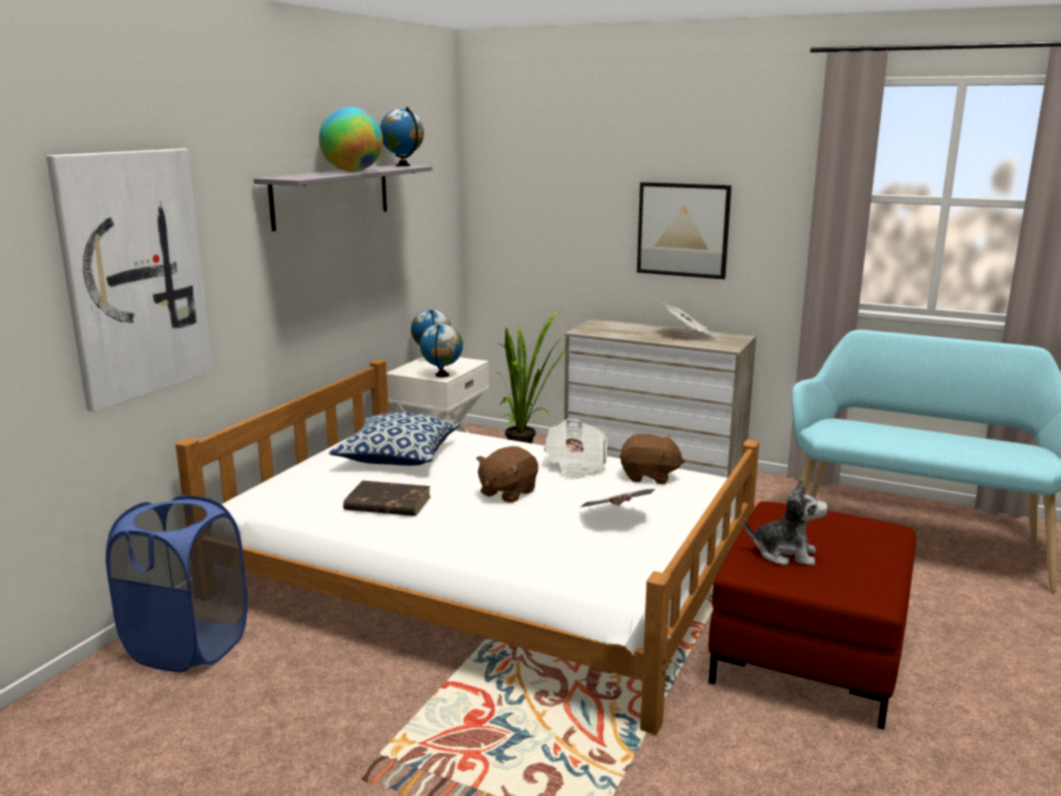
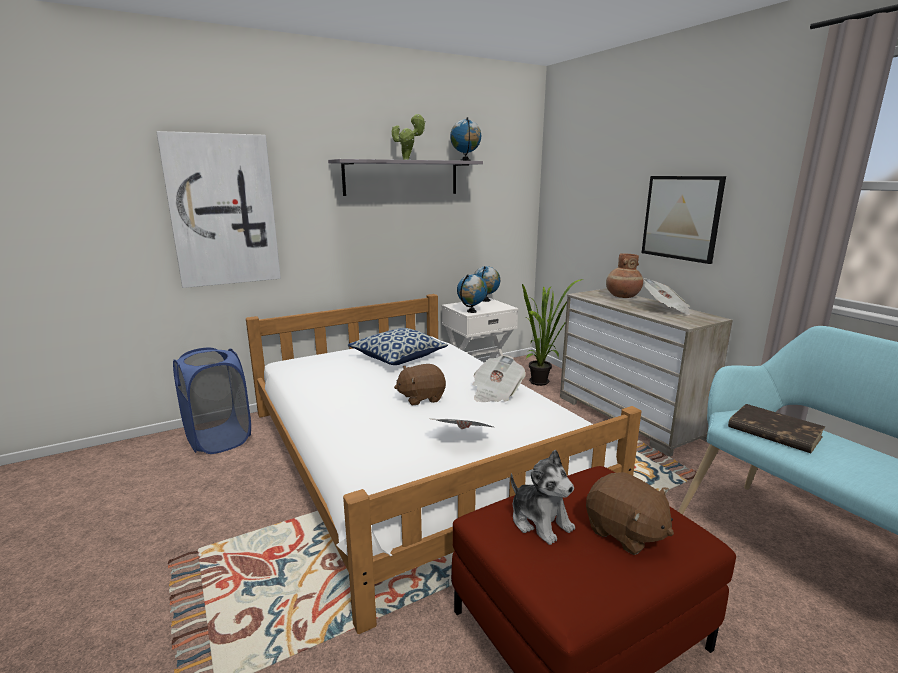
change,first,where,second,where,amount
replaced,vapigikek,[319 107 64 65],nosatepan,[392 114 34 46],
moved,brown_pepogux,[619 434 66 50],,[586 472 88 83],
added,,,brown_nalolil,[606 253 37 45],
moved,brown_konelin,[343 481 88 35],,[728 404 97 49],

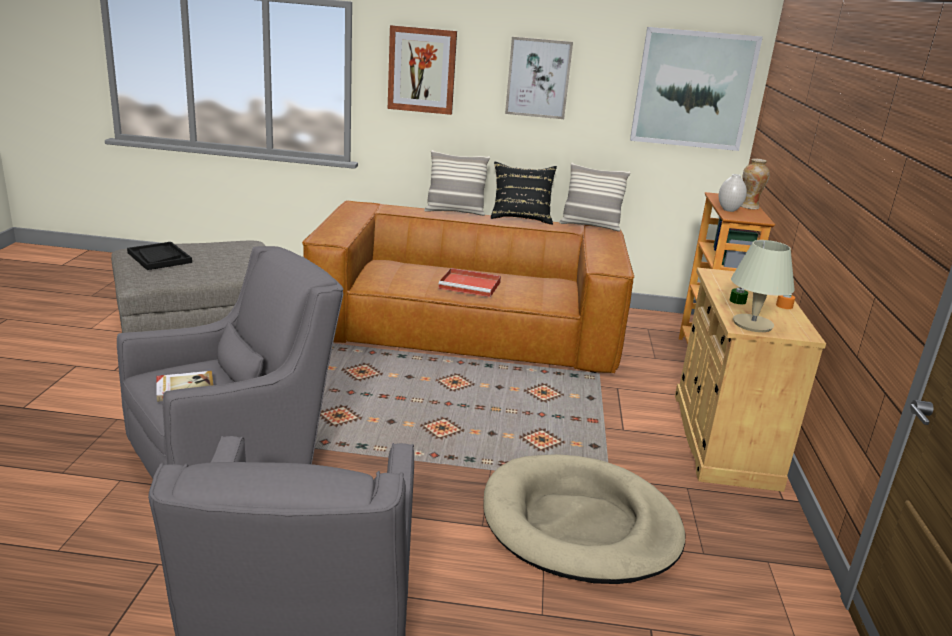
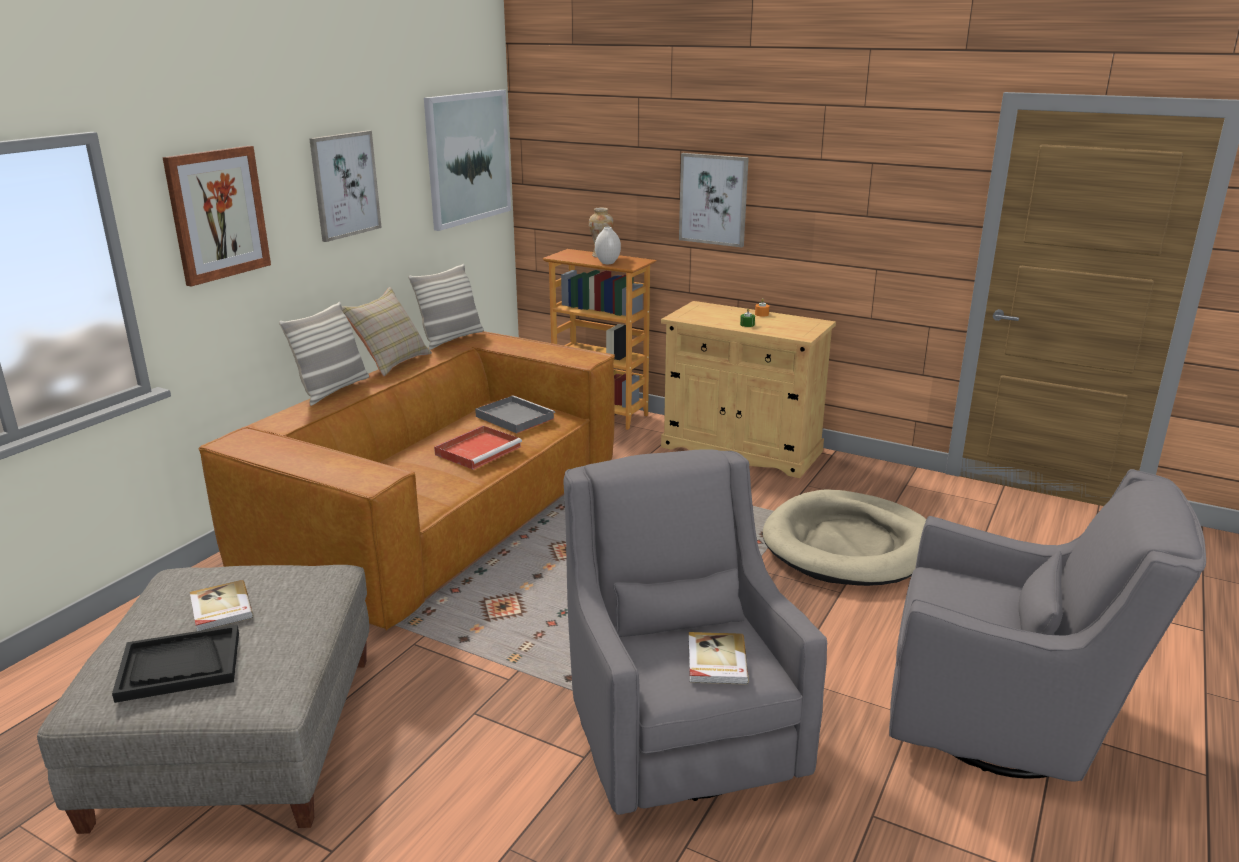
change,first,where,second,where,amount
added,,,konelin,[190 580 64 51],
recoloured,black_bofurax,[491 162 66 63],beige_bofurax,[342 287 90 89],
added,,,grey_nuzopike,[475 395 80 38],
added,,,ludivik,[679 153 70 94],
removed,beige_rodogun,[731 240 64 92],,,

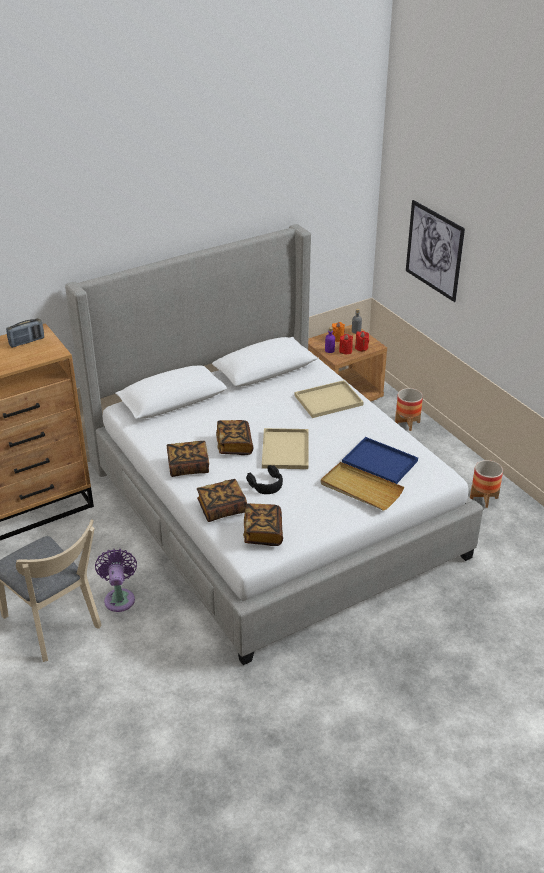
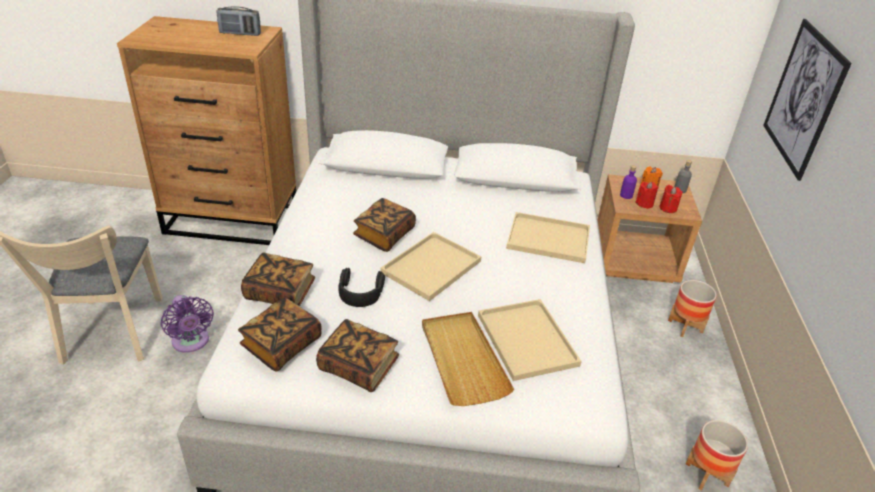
change,first,where,second,where,amount
turned,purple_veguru,[95 549 42 63],,[160 295 54 58],120 degrees clockwise
moved,konelin,[167 441 42 36],,[316 319 83 73],
recoloured,blue_nuzopike,[342 437 76 47],beige_nuzopike,[478 299 104 82],

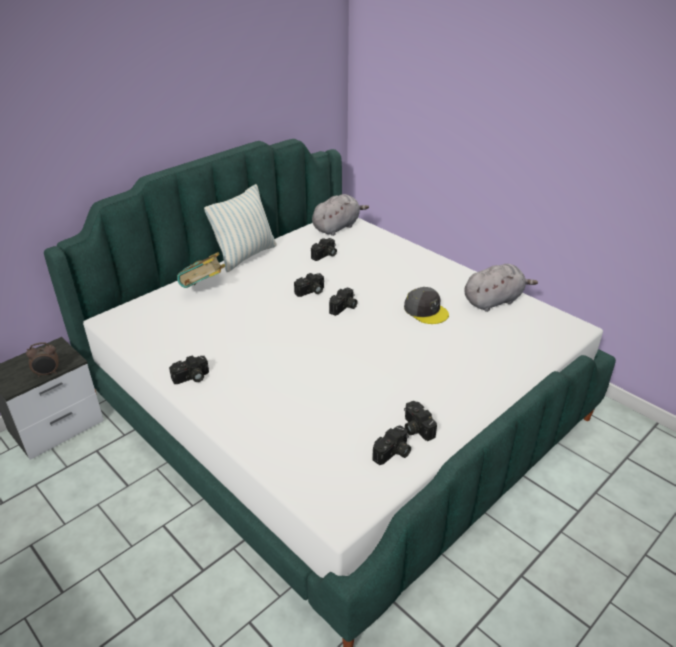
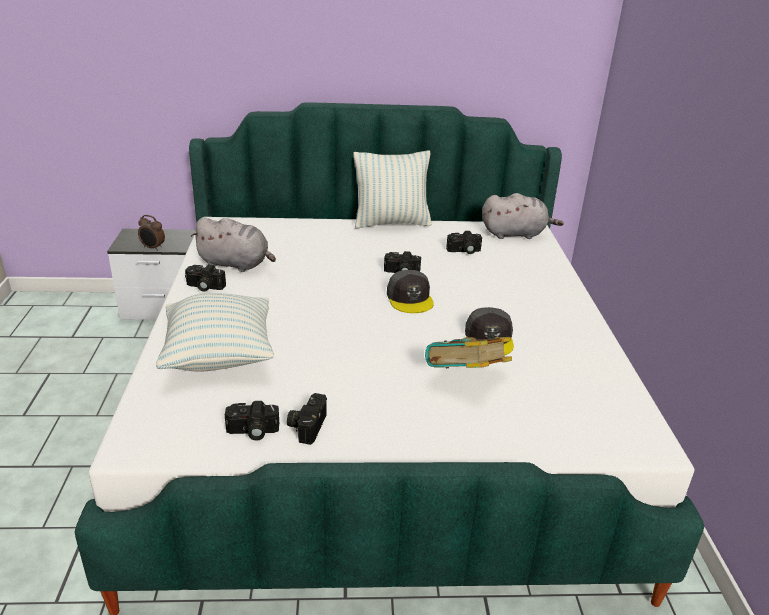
change,first,where,second,where,amount
added,,,bofurax,[156 293 118 79],
moved,grey_pepogux,[464 264 74 48],,[191 217 85 55],
replaced,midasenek,[329 287 29 29],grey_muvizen,[387 270 47 43],
moved,konelin,[177 252 48 36],,[425 337 87 31],

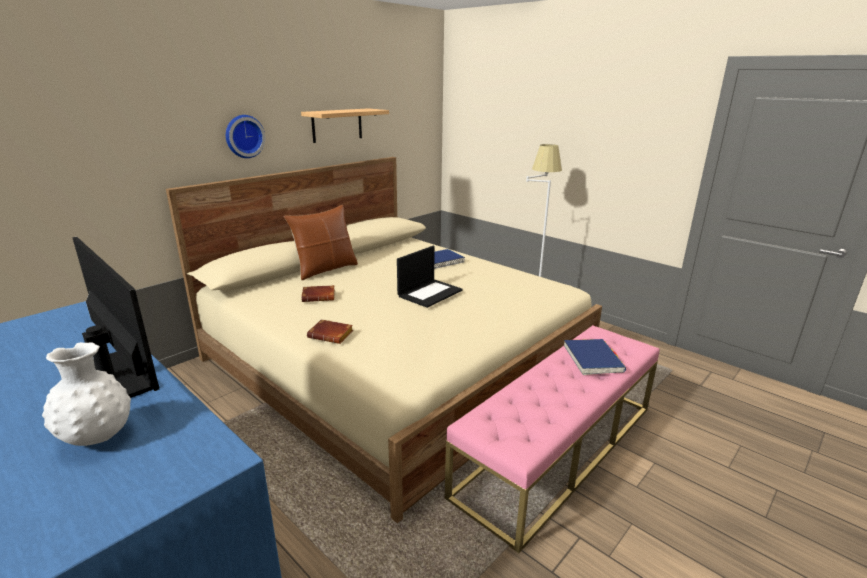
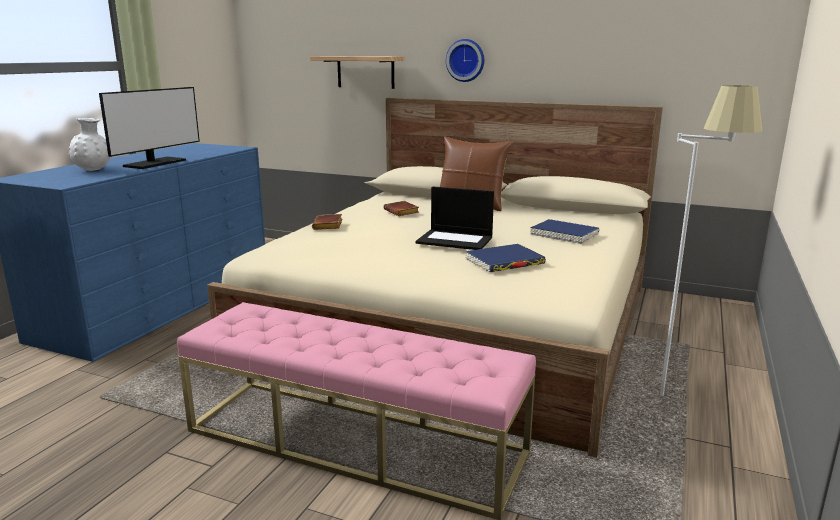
change,first,where,second,where,amount
moved,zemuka,[301 108 88 35],,[310 56 95 33],
moved,blue_konelin,[564 339 62 36],,[465 244 81 28],

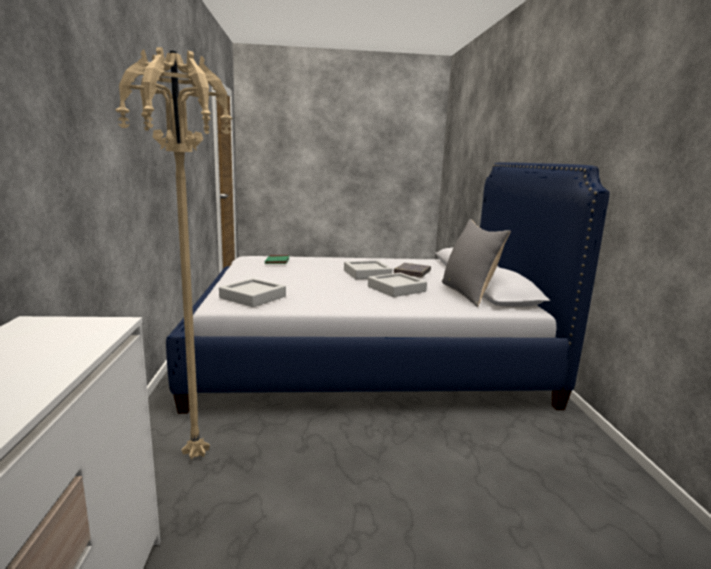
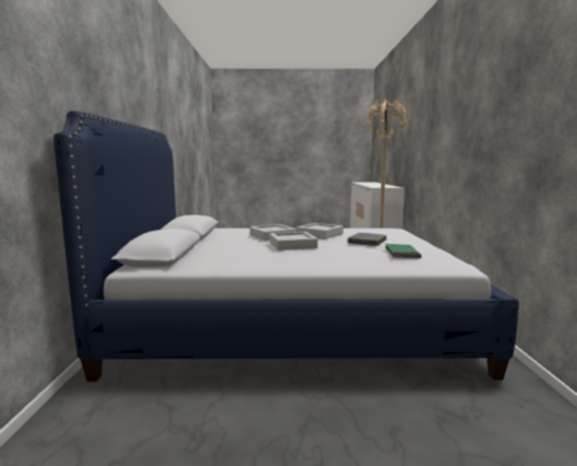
change,first,where,second,where,amount
moved,grey_nuzopike,[219 278 67 29],,[296 223 47 16],
moved,grey_konelin,[394 263 37 14],,[348 233 39 13],
removed,grey_bofurax,[442 219 69 88],,,

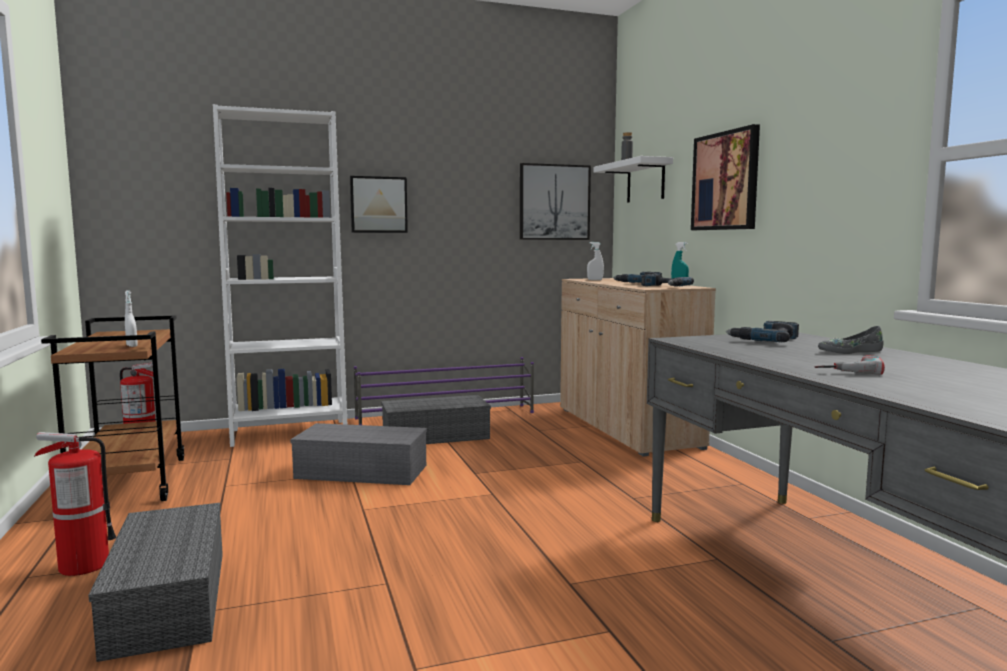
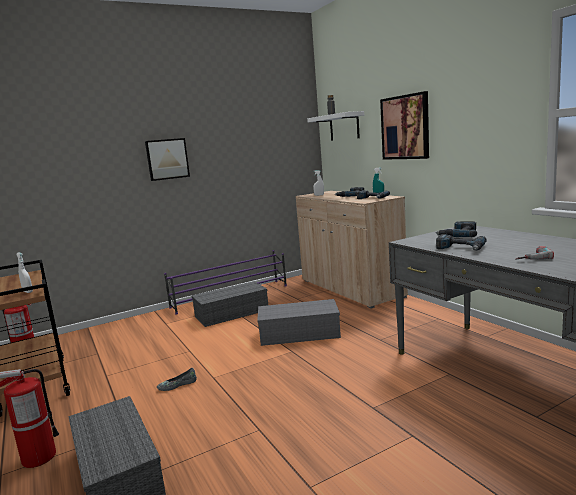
change,first,where,second,where,amount
moved,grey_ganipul,[818 326 65 28],,[157 368 40 23],
moved,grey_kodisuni,[290 423 137 62],,[257 299 84 47],
added,,,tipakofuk,[436 234 50 17],
removed,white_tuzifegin,[213 104 134 343],,,
removed,ludivik,[520 163 71 77],,,

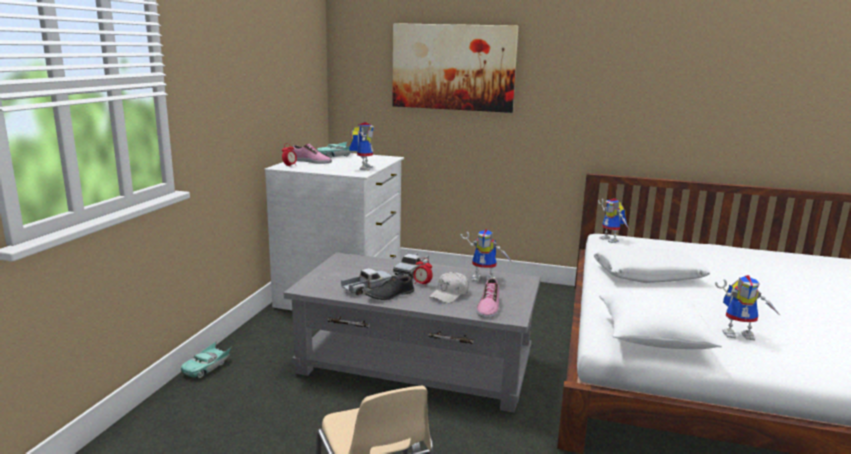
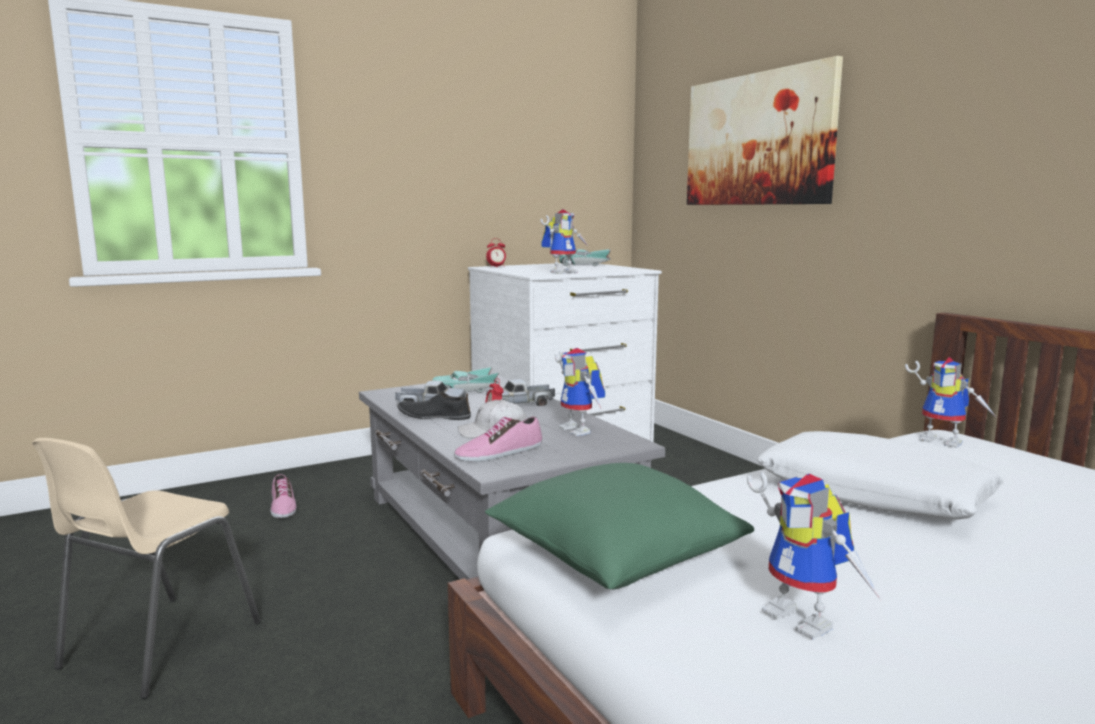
change,first,where,second,where,amount
moved,ganipul,[292 144 40 20],,[270 474 27 44],
moved,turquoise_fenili,[181 341 51 37],,[433 367 67 26],
recoloured,white_bofurax,[599 290 123 59],green_bofurax,[485 463 269 126],
turned,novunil,[598 198 31 45],,[905 357 92 91],60 degrees counterclockwise

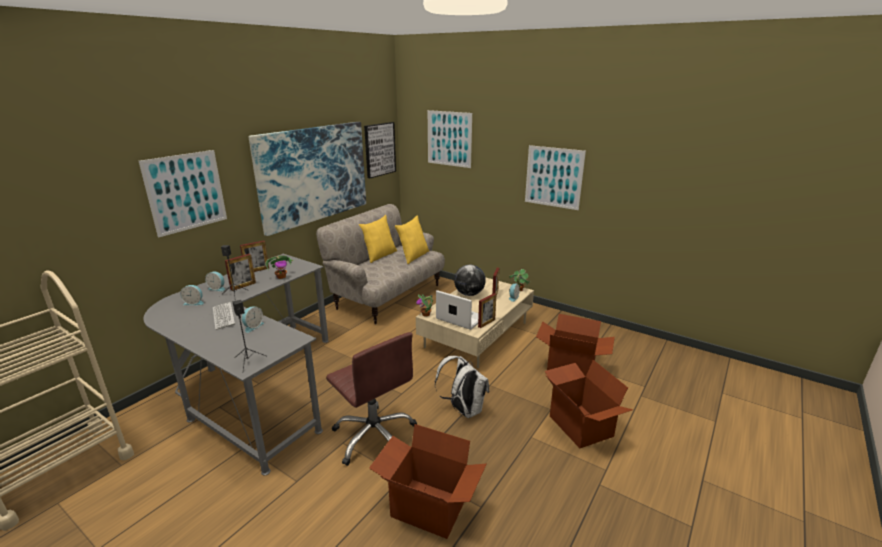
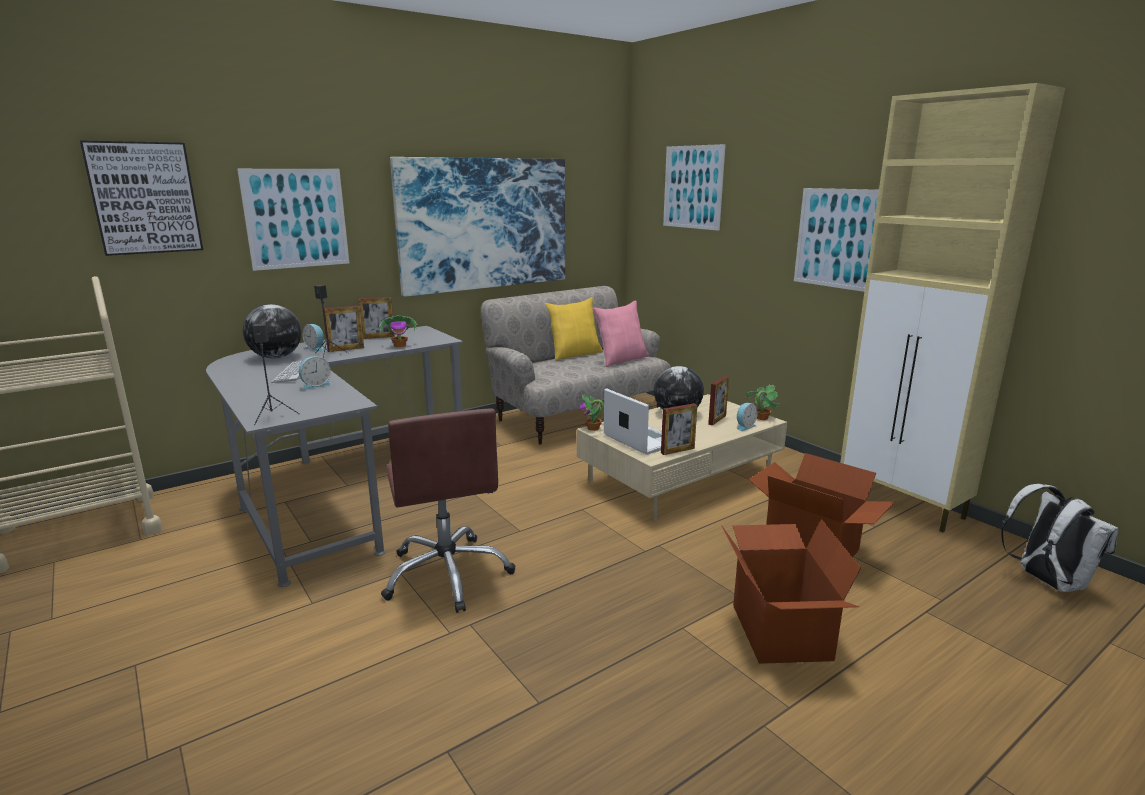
change,first,where,second,where,amount
moved,ludivik,[364 122 32 56],,[80 140 123 116],
replaced,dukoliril,[180 285 24 20],vapigikek,[243 304 59 55],
recoloured,yellow_bofurax,[395 215 34 49],pink_bofurax,[593 301 56 66],
added,,,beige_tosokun,[840 83 225 449],
moved,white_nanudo,[435 356 54 62],,[1001 484 118 108],
removed,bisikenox,[369 424 118 115],,,

